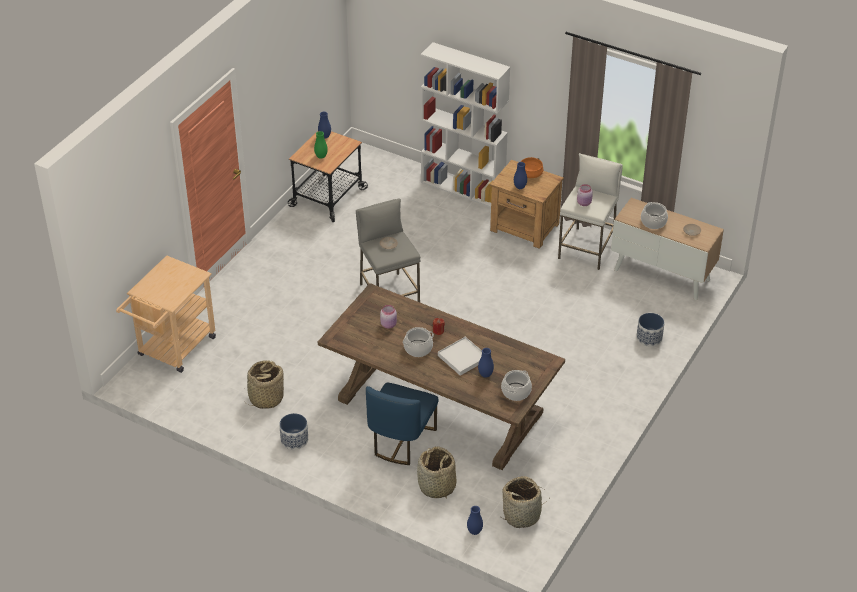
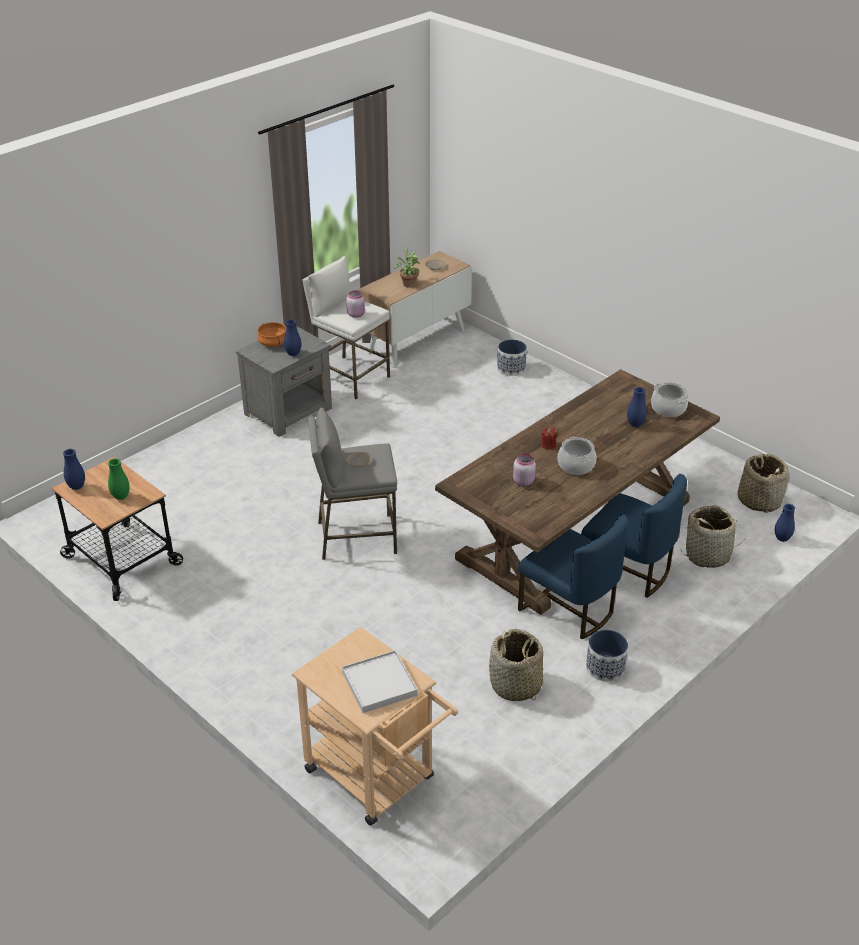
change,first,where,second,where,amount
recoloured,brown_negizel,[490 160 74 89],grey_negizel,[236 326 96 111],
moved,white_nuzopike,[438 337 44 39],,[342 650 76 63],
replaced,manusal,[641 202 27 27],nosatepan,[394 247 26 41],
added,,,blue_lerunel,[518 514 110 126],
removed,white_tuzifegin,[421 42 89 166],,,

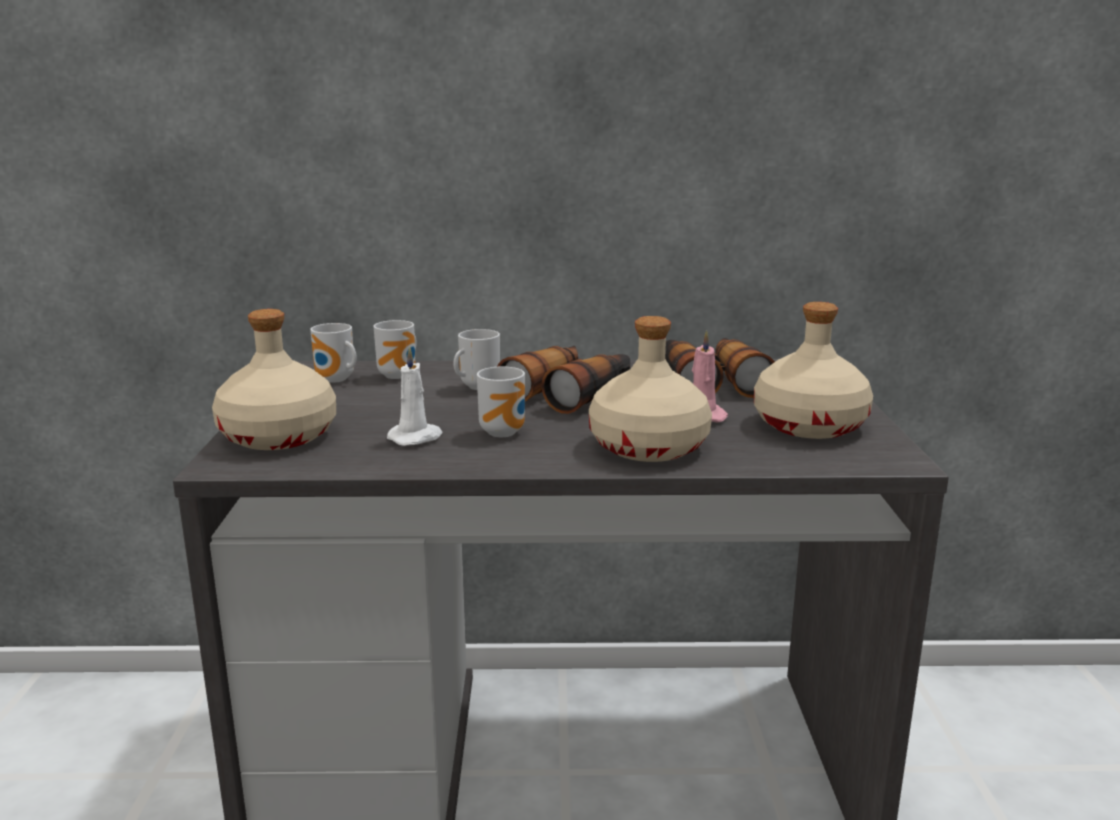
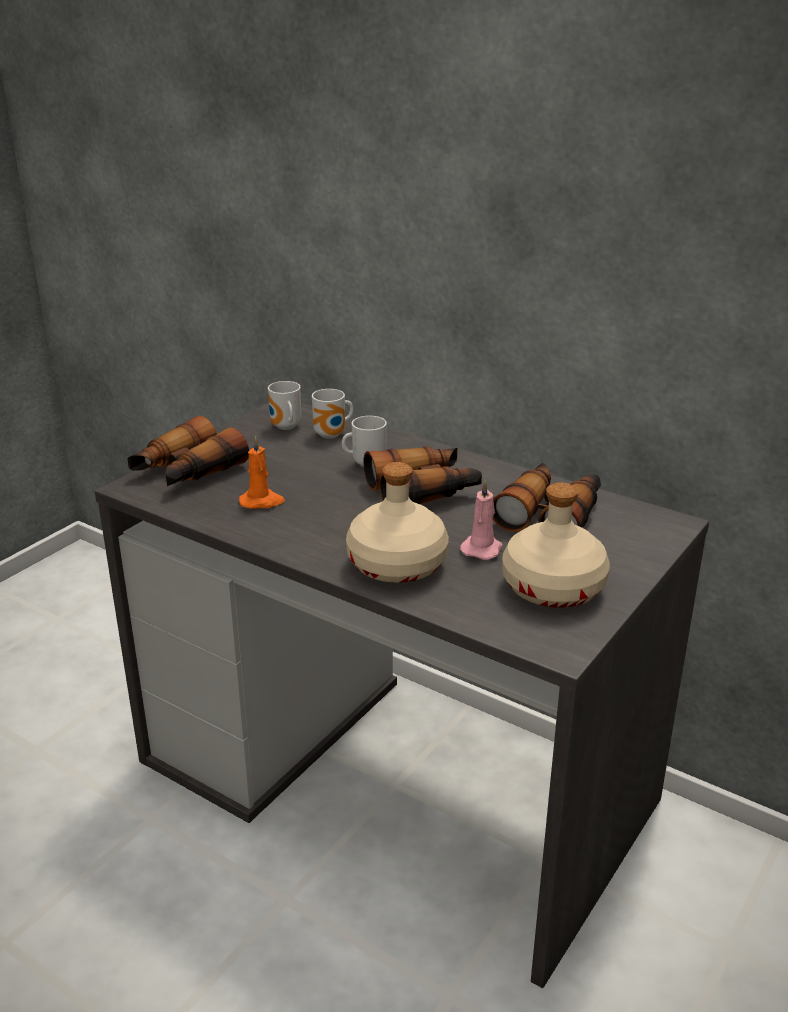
change,first,where,second,where,amount
replaced,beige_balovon,[212 309 124 141],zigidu,[127 415 122 71],
recoloured,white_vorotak,[387 347 56 99],orange_vorotak,[239 436 46 73],
removed,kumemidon,[477 367 48 70],,,

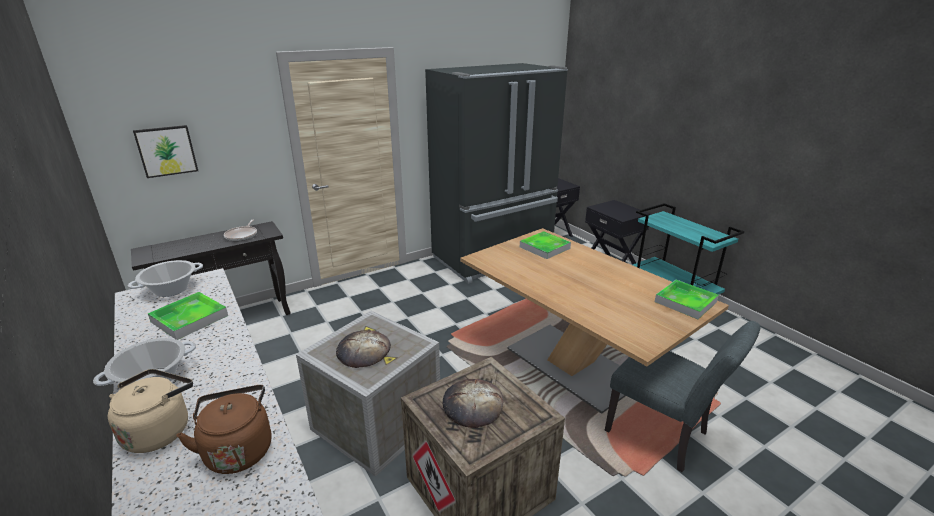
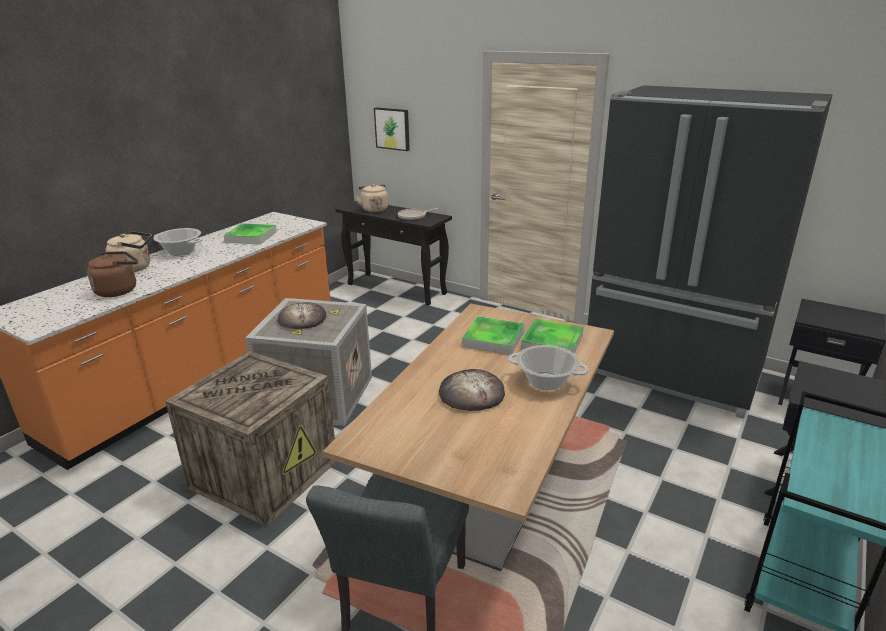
change,first,where,second,where,amount
added,,,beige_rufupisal,[355 184 33 28],
moved,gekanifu,[443 379 60 49],,[439 369 66 42],
moved,nuzopike,[655 280 64 39],,[462 316 63 39],
moved,manusal,[128 260 75 37],,[508 345 81 45],

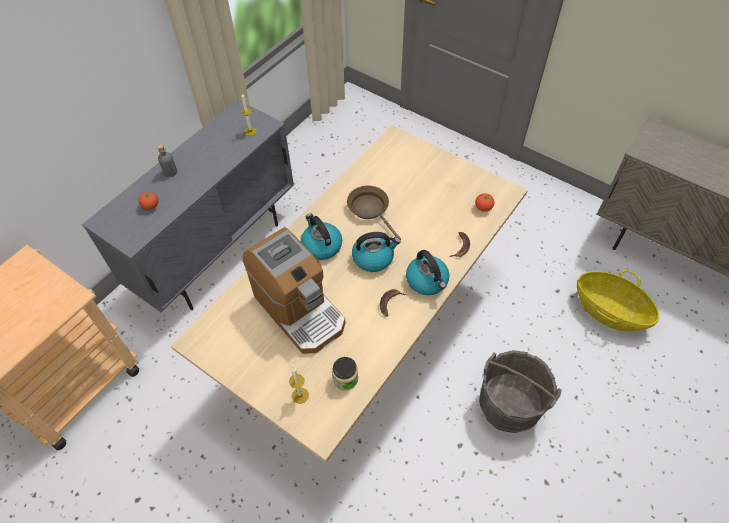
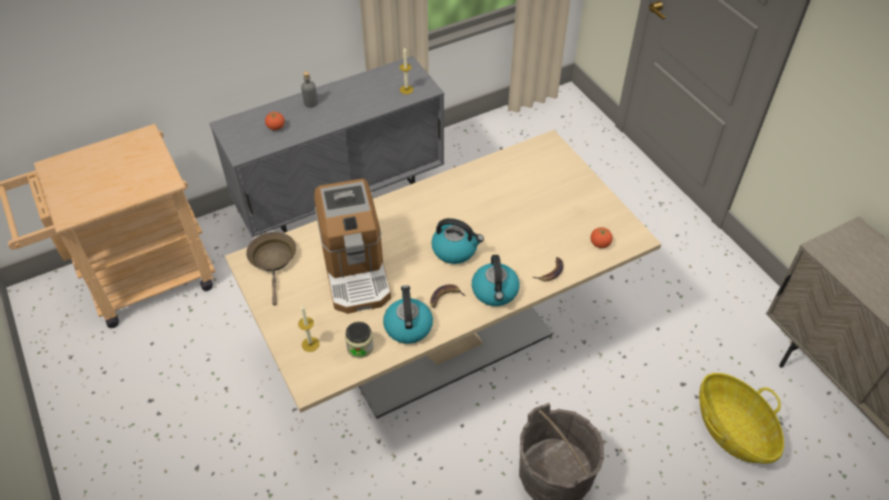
change,first,where,second,where,amount
moved,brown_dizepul,[347 186 54 54],,[246 232 50 73],
moved,rufupisal,[301 214 41 46],,[383 285 50 59],

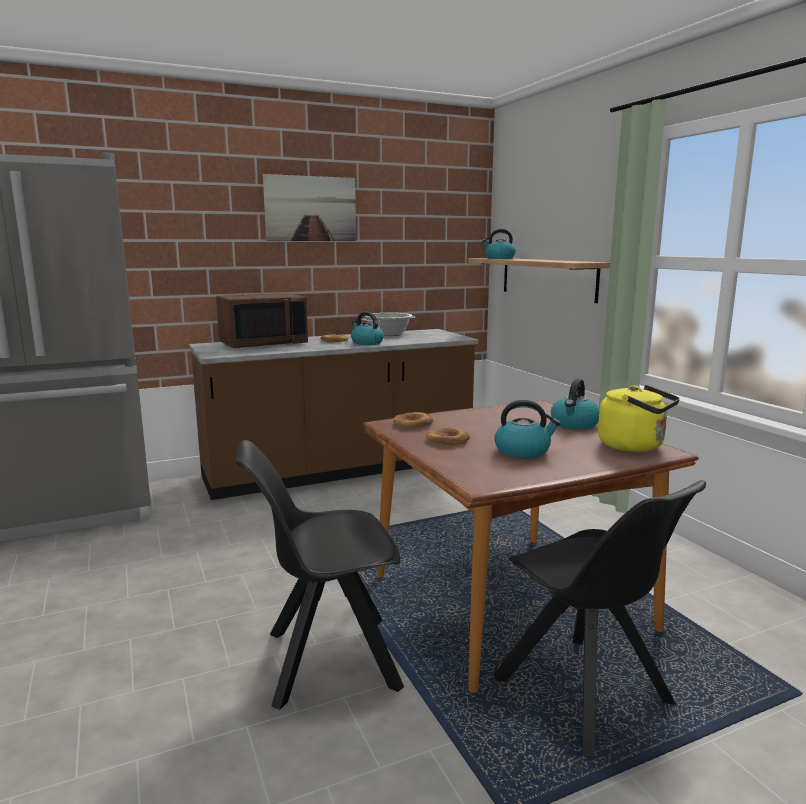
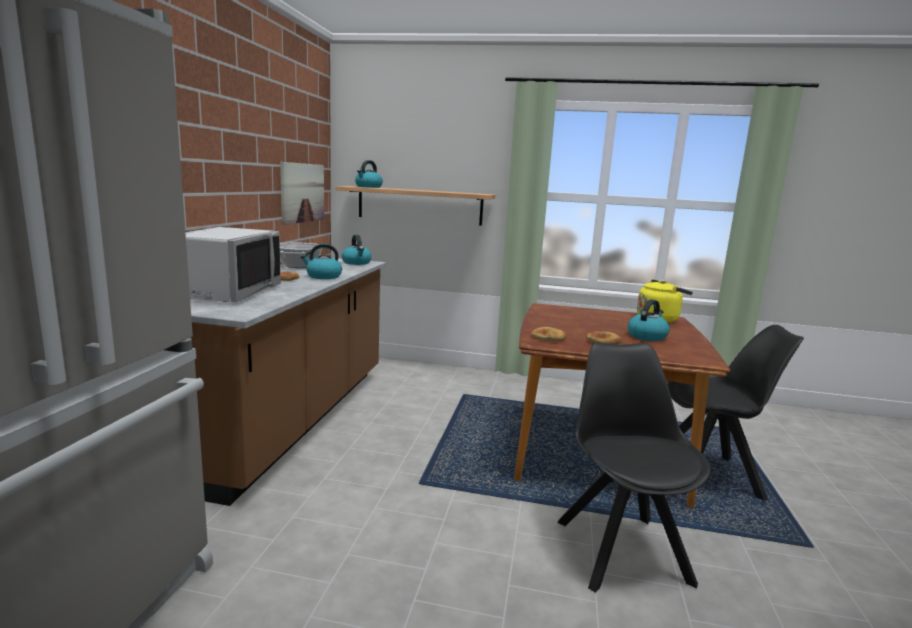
change,first,where,second,where,amount
recoloured,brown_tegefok,[216 293 92 55],grey_tegefok,[185 227 96 76],
moved,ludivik,[263 174 93 67],,[280 162 44 63],
moved,rufupisal,[551 379 49 50],,[341 235 31 30],
turned,black_lerunel,[235 440 169 270],,[557 342 154 251],150 degrees clockwise

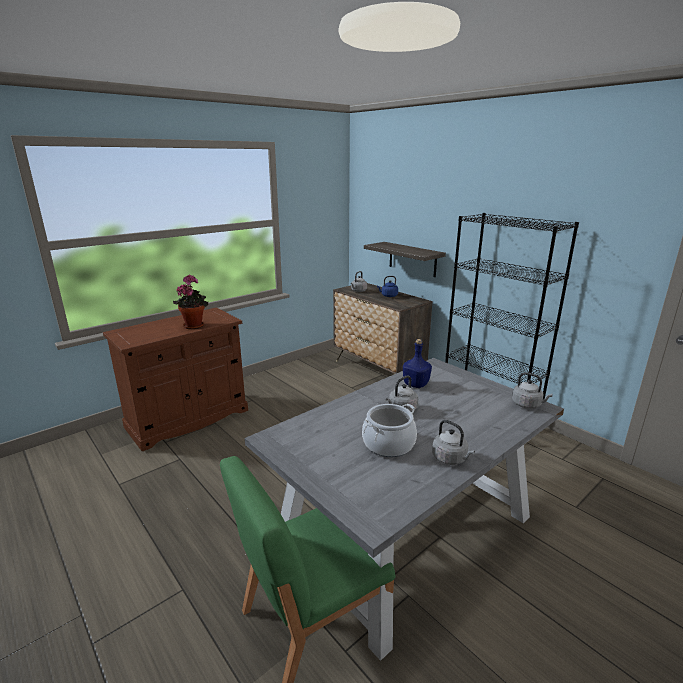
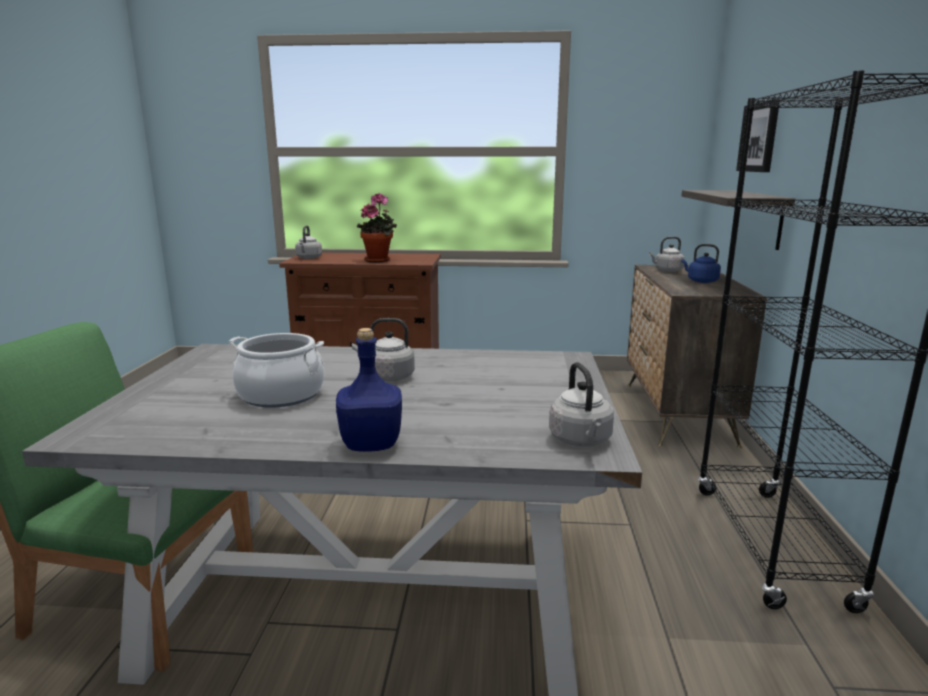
change,first,where,second,where,amount
moved,grey_rufupisal,[432 420 43 45],,[295 225 27 34],
moved,blue_balovon,[403 339 29 49],,[336 328 66 124],
added,,,ludivik,[736 99 44 73],

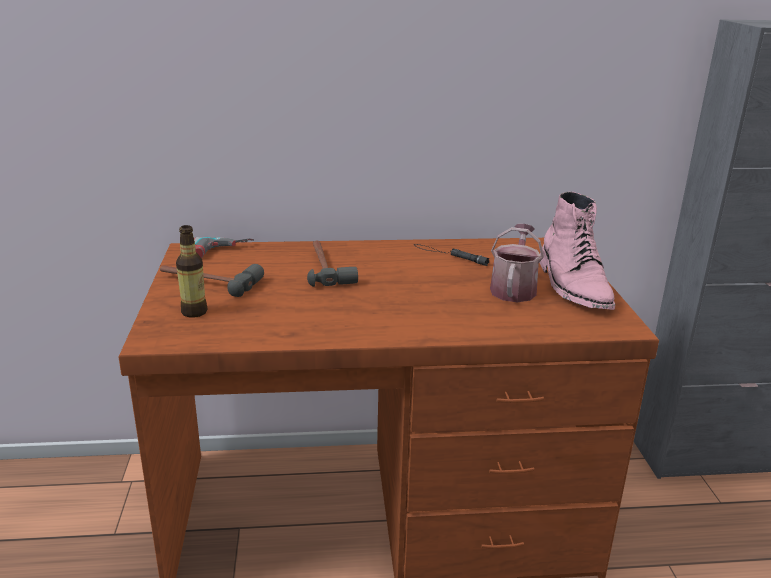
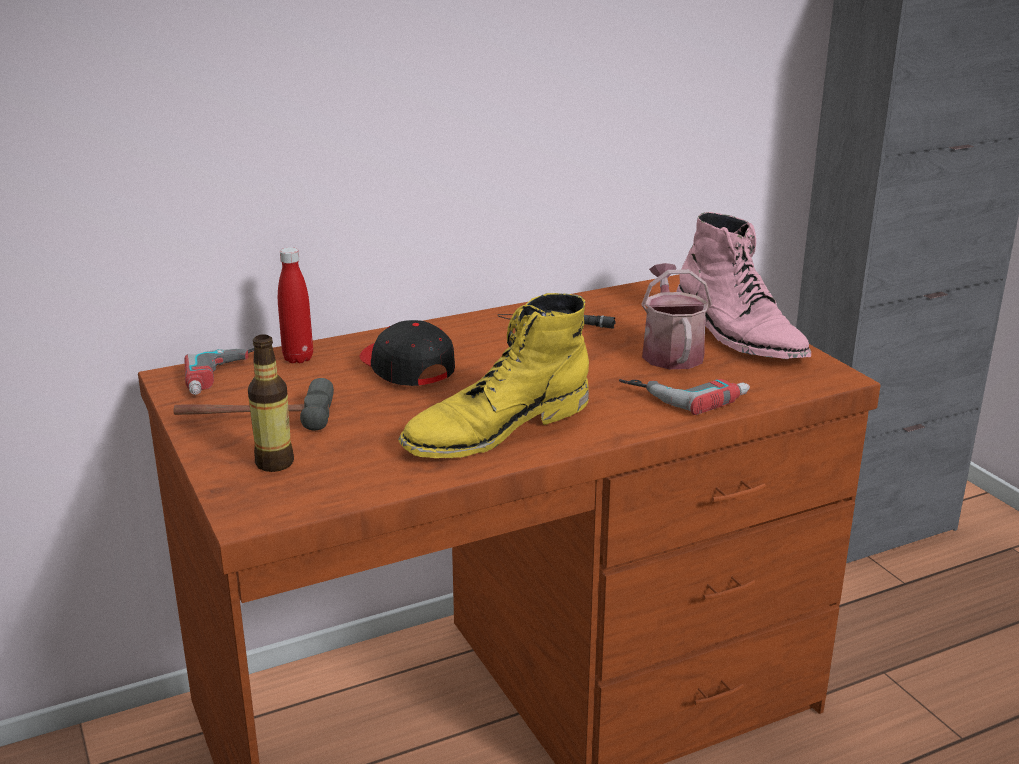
change,first,where,second,where,amount
added,,,red_balovon,[278 247 35 116],
replaced,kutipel,[307 241 51 46],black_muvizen,[359 320 96 66],
added,,,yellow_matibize,[398 293 191 165],
added,,,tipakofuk,[619 379 131 36],

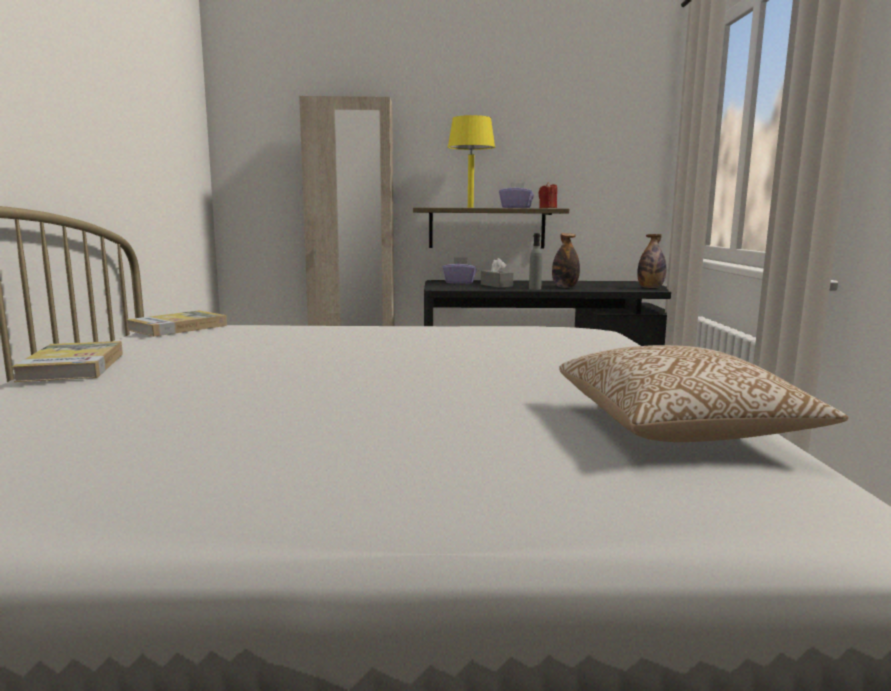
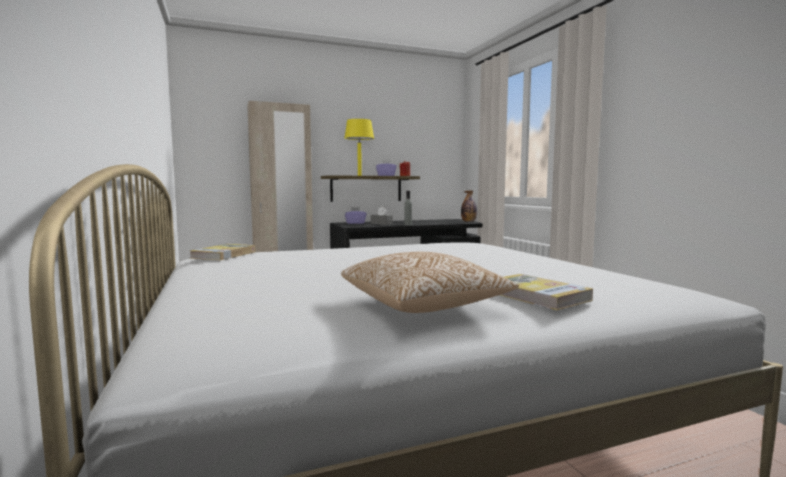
change,first,where,second,where,amount
moved,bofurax,[559 345 290 97],,[341 252 178 61],
moved,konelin,[12 341 111 41],,[500 274 93 36],
removed,balovon,[552 233 28 55],,,

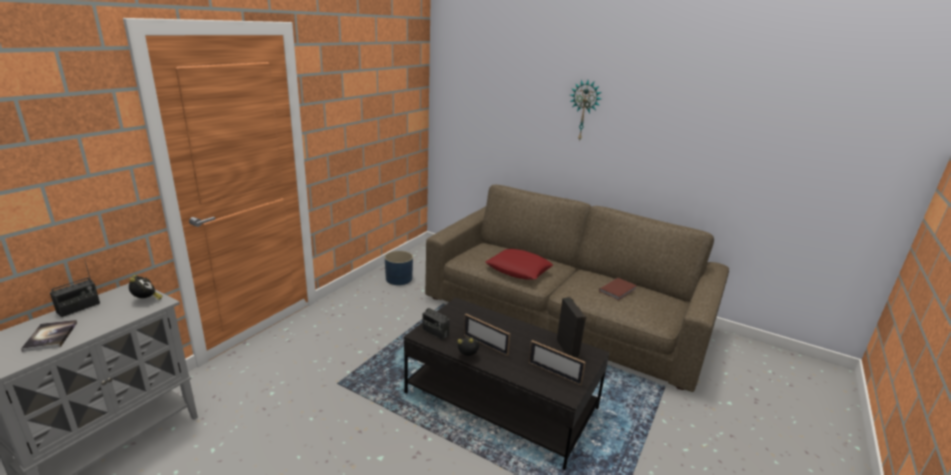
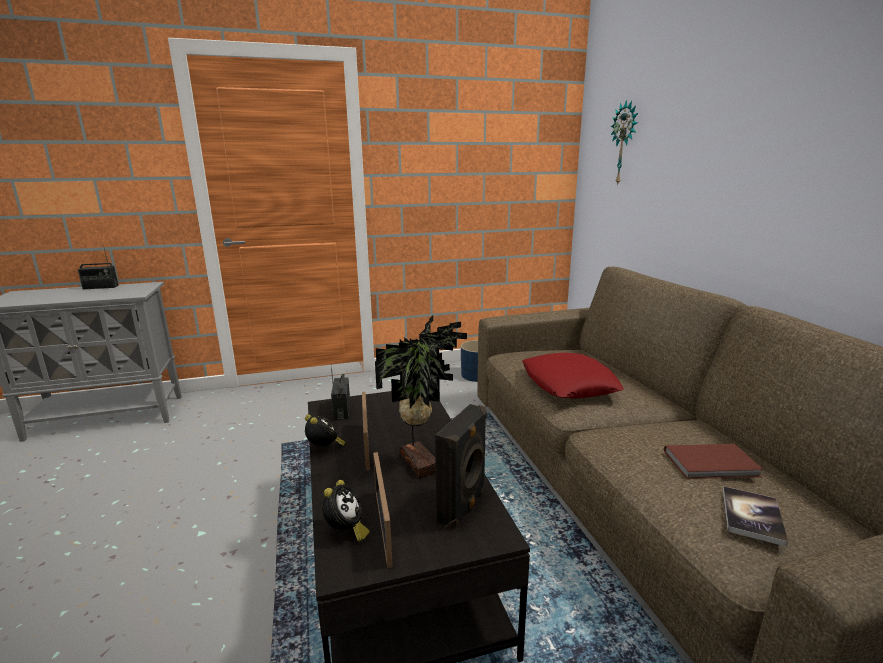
change,first,where,second,where,amount
moved,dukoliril,[129 275 33 25],,[322 480 48 62],
added,,,nosatepan,[375 316 92 162],
moved,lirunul,[570 80 32 62],,[610 100 28 86],
moved,konelin,[21 320 56 32],,[723 486 65 61],

